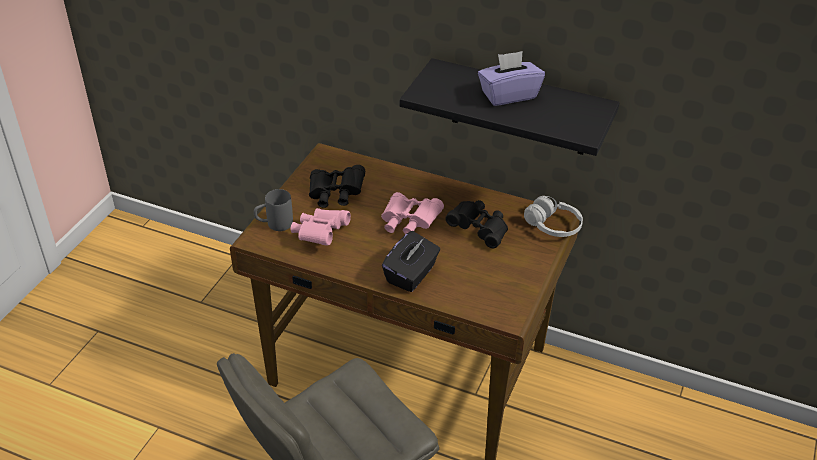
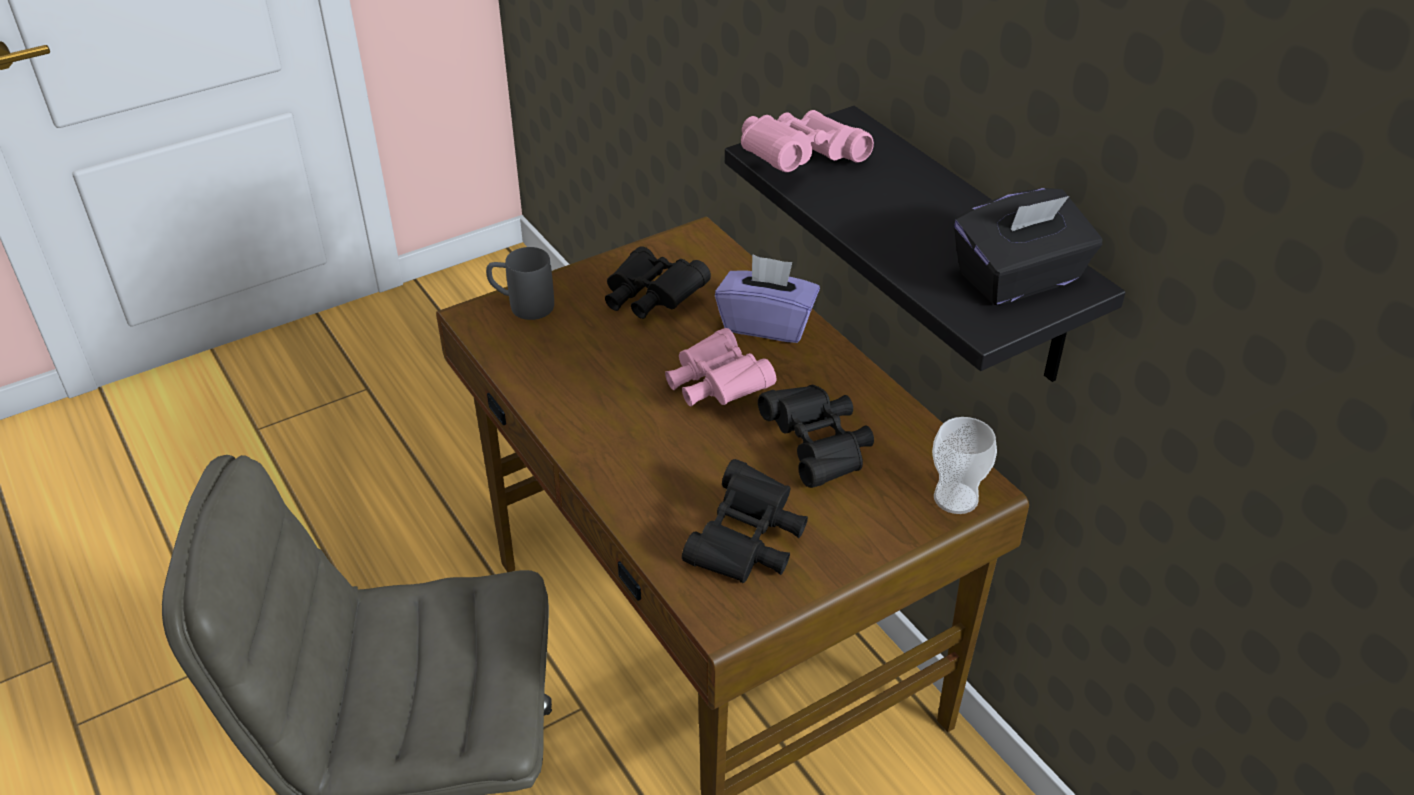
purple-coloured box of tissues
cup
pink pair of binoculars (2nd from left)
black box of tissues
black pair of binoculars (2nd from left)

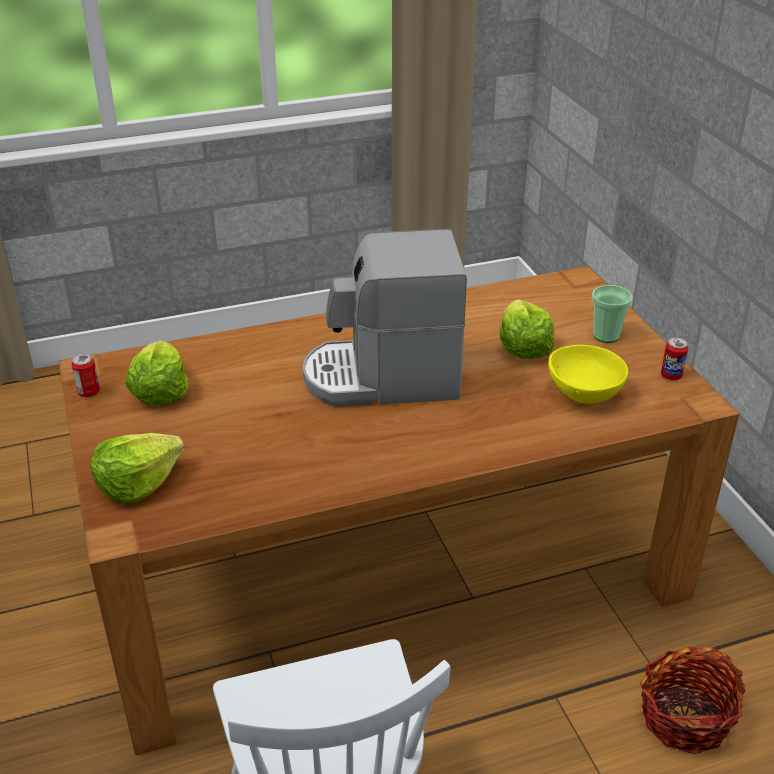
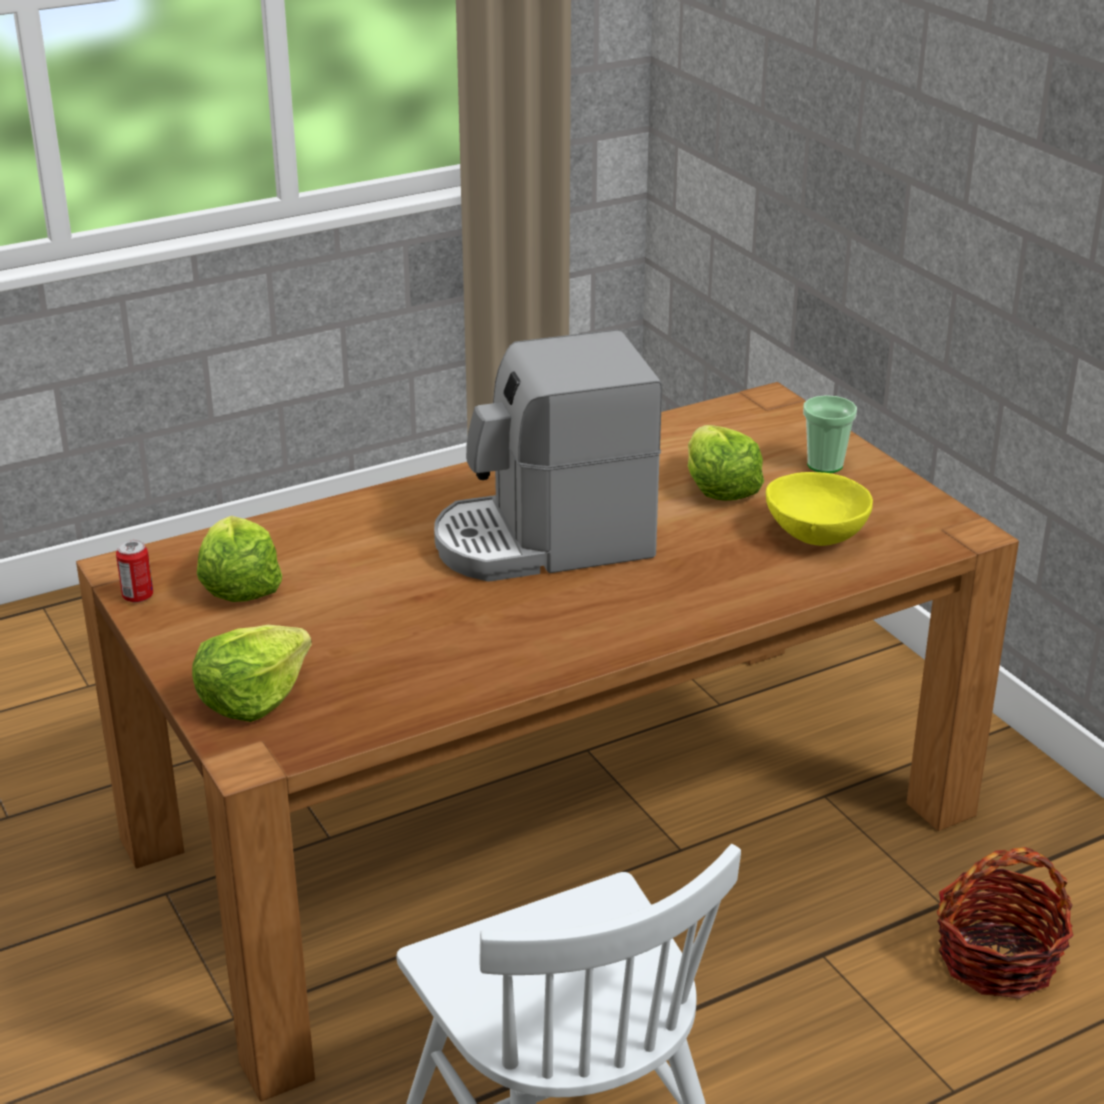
sealed can (2nd from left in the first image)

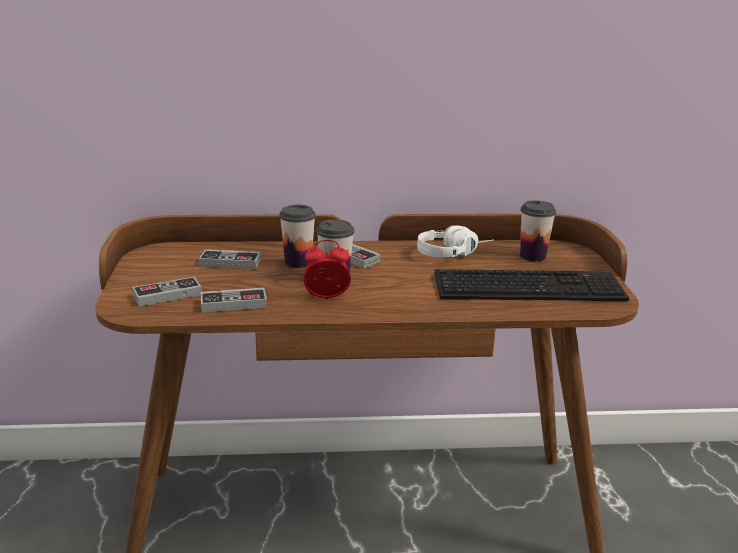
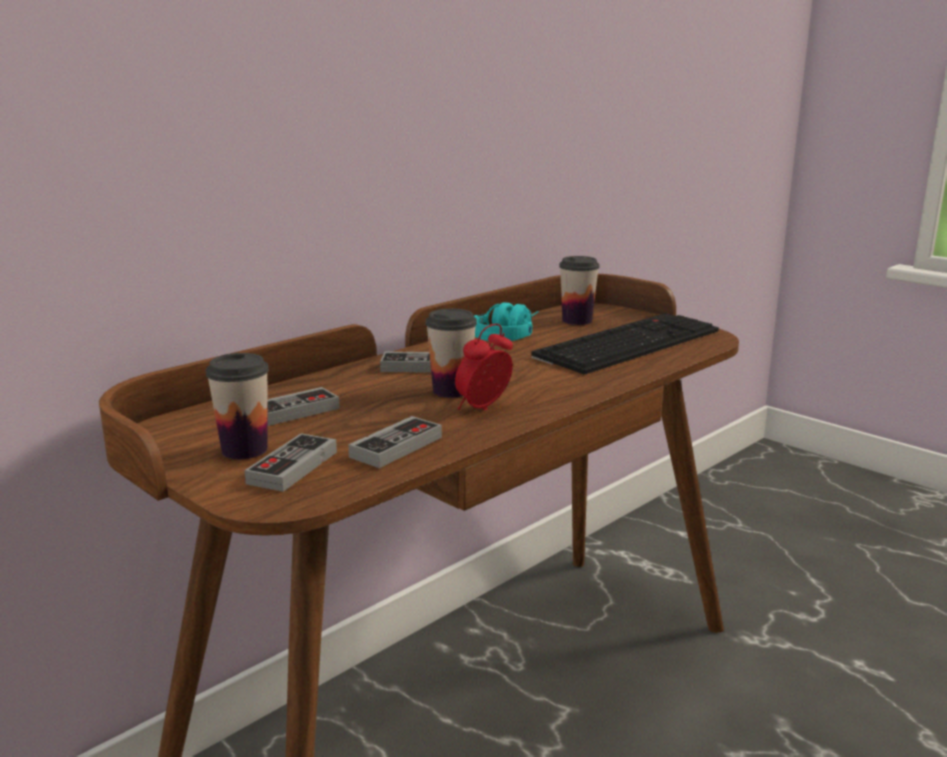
cup (1st from left)
turquoise headphones

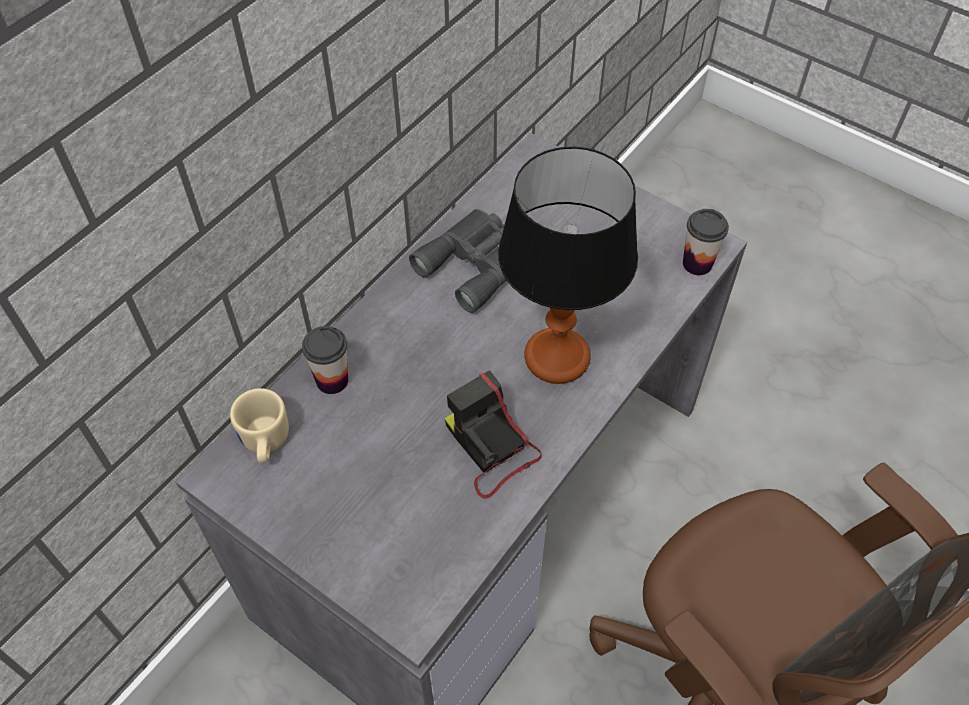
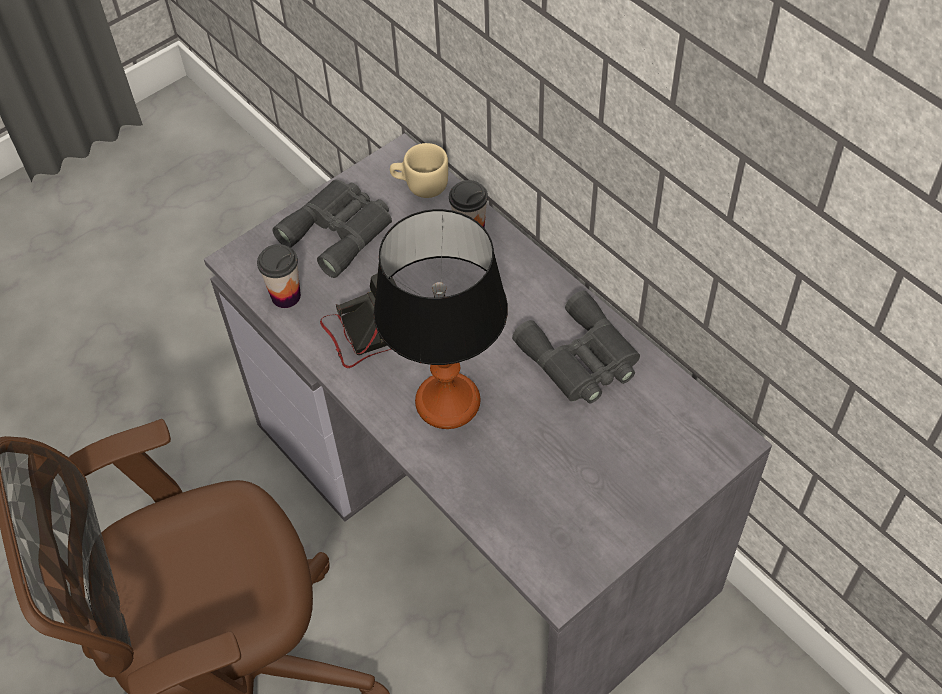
cup (1st from left)
greyish pair of binoculars (1st from left)

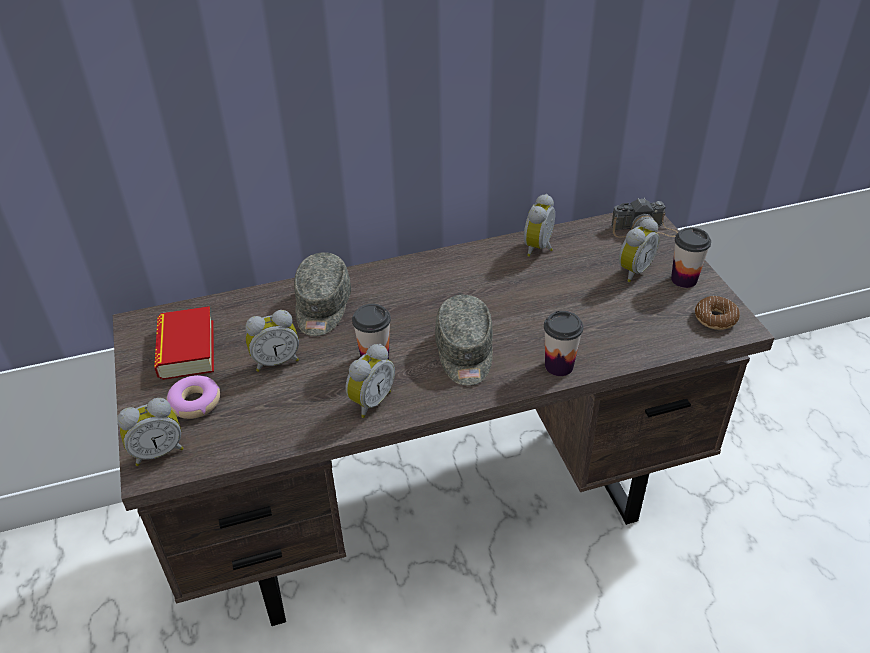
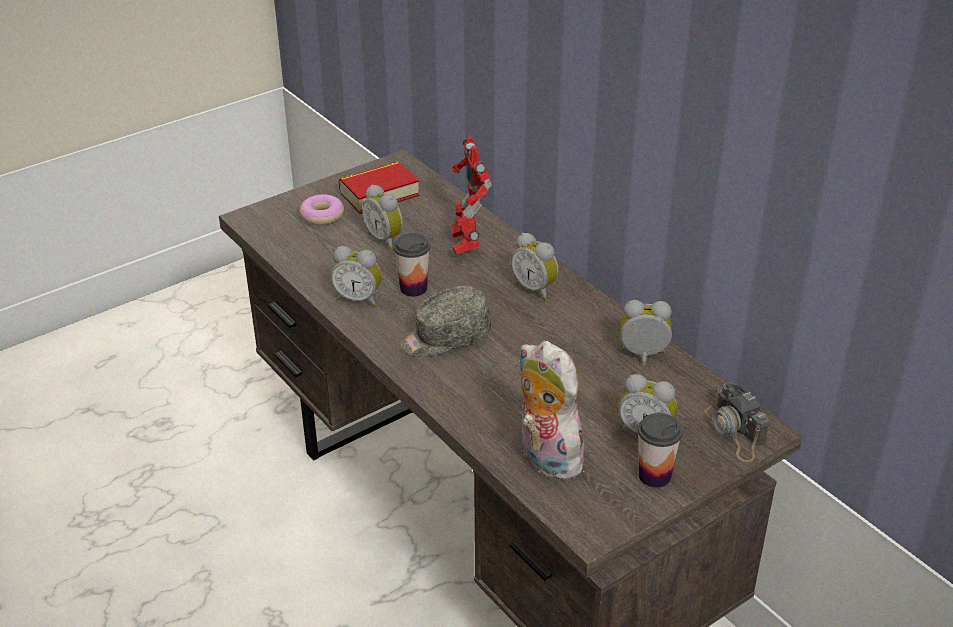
robot figure
donut (2nd from left in the first image)
cup (2nd from left in the first image)
table clock (3rd from left)
plush toy

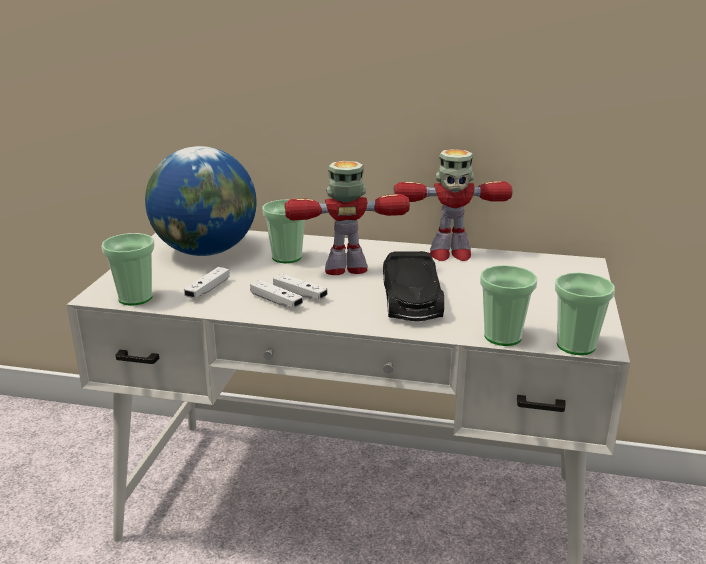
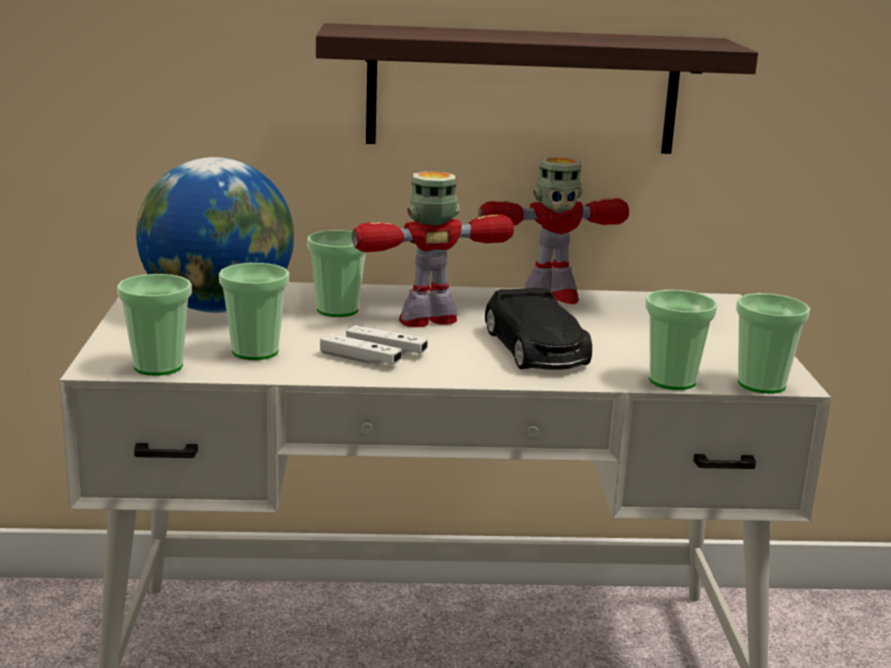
cup (2nd from left)
bracket shelf

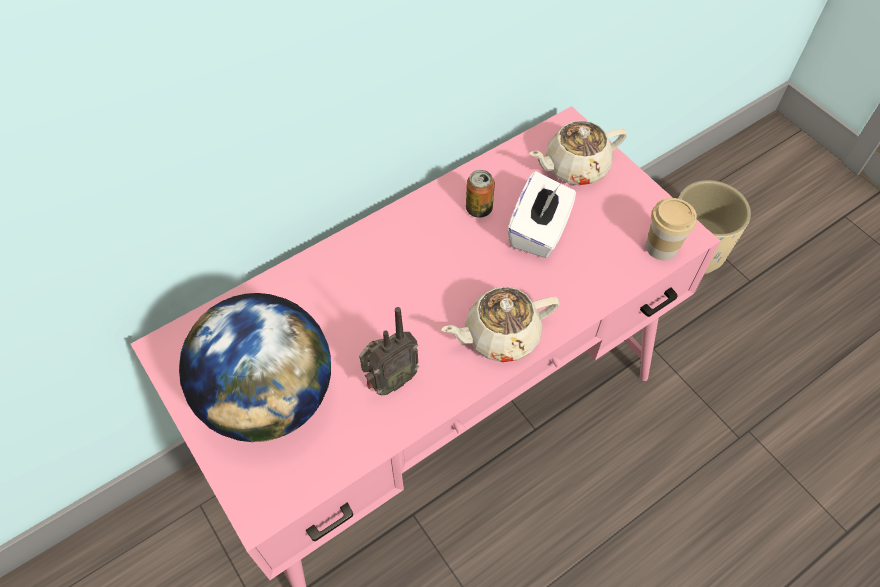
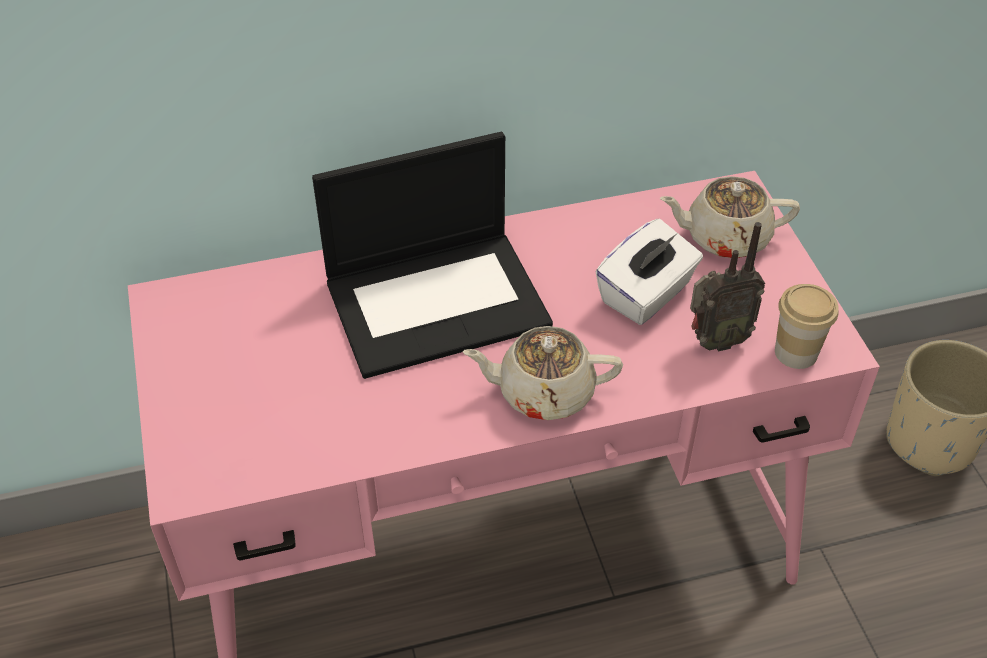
sealed can
desk globe
radio receiver
portable computer

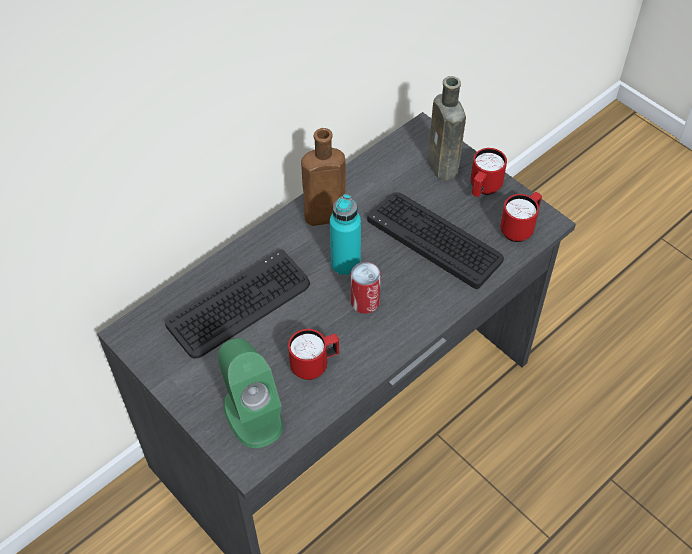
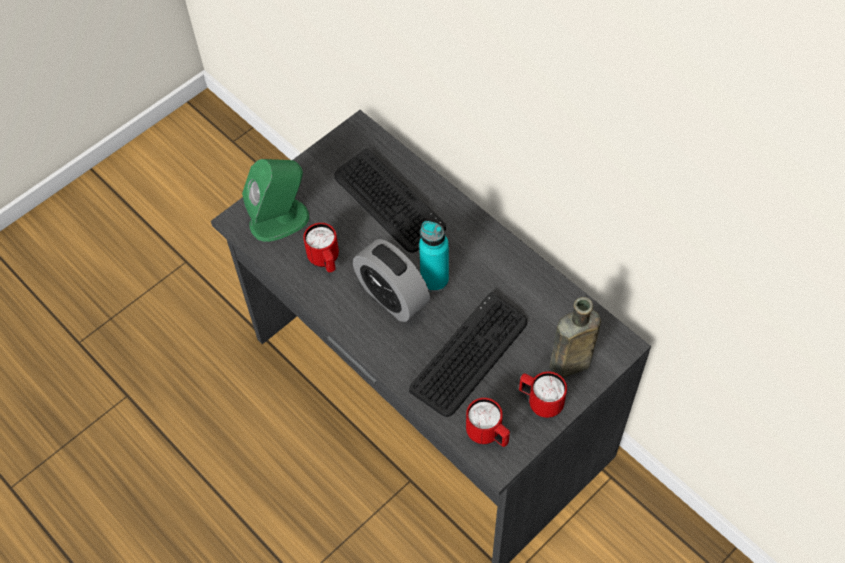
brown-coloured bottle (1st from left in the first image)
table clock

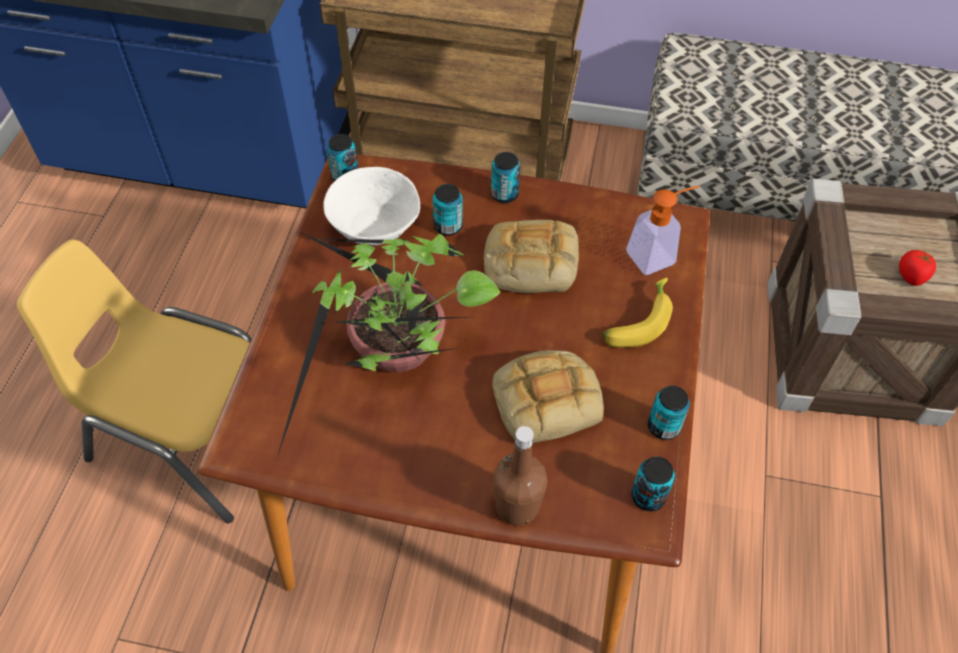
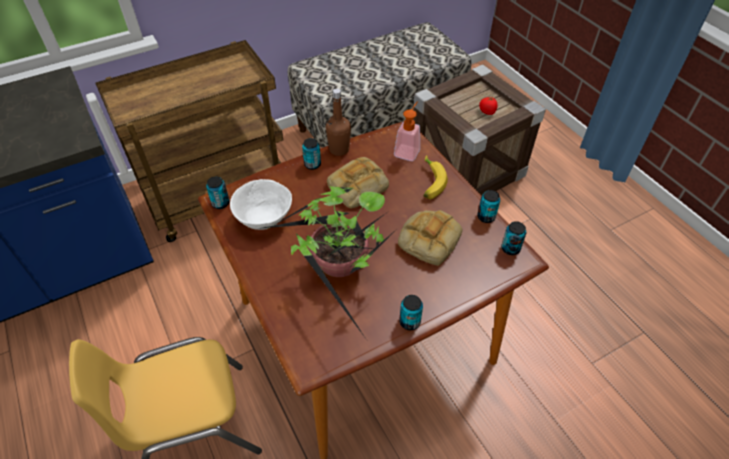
sealed can (3rd from left)
brown-coloured bottle

